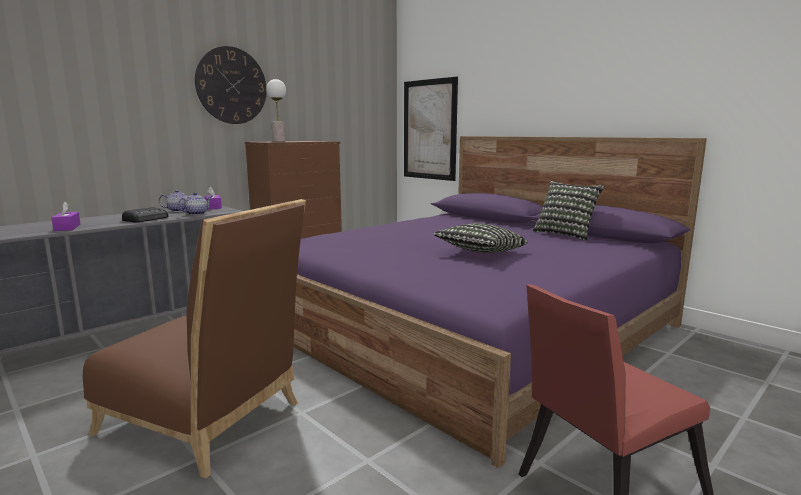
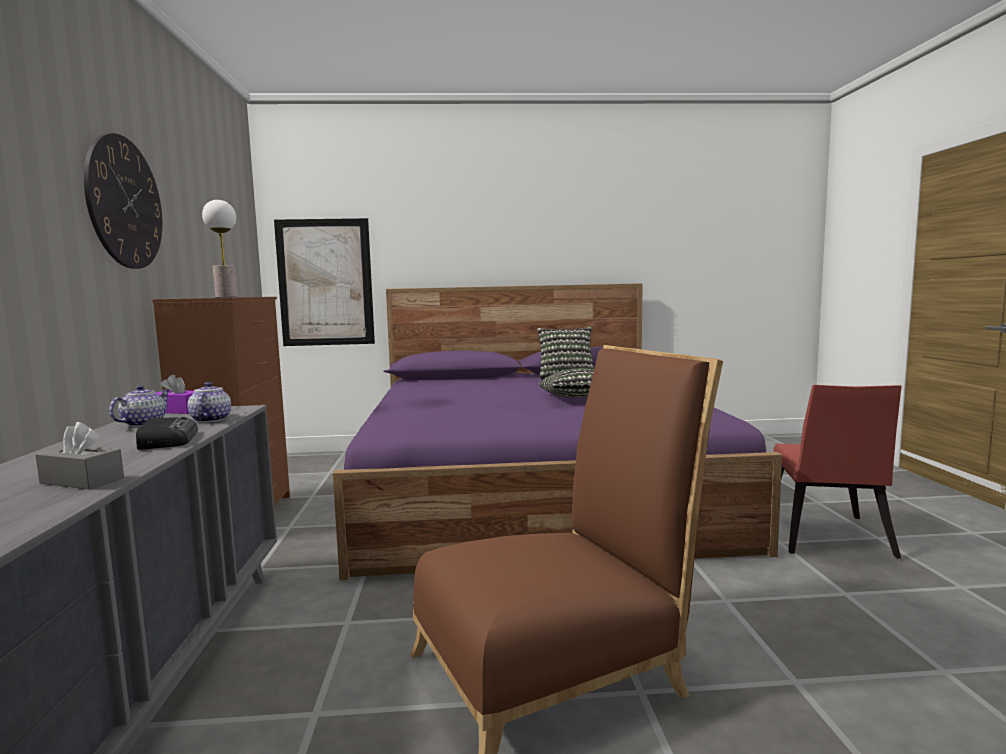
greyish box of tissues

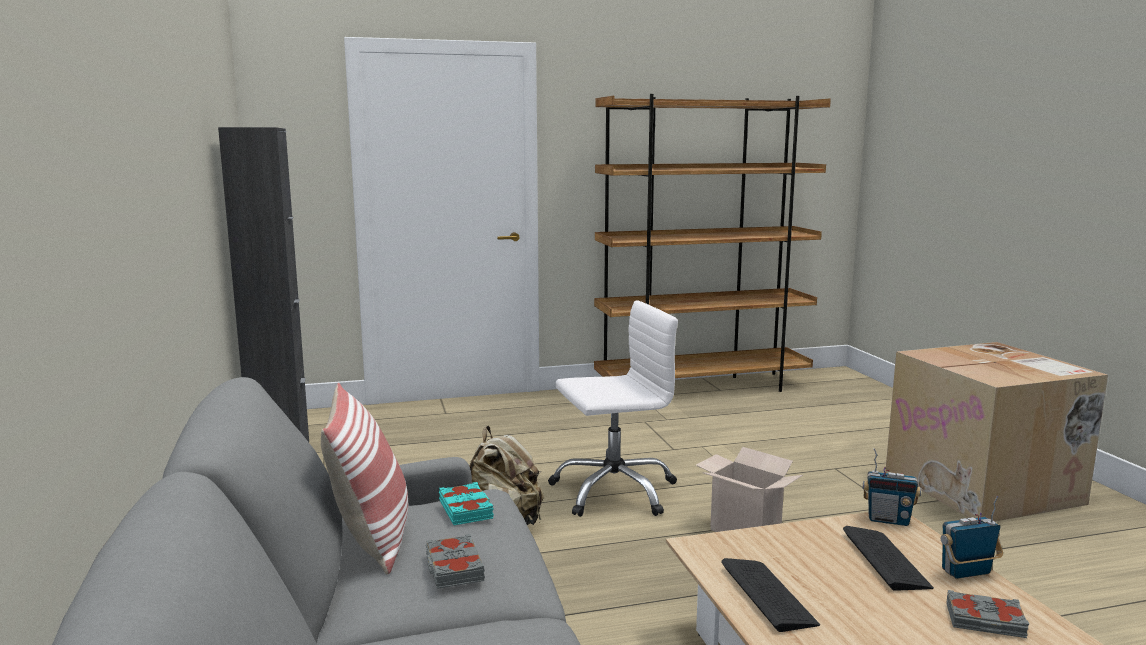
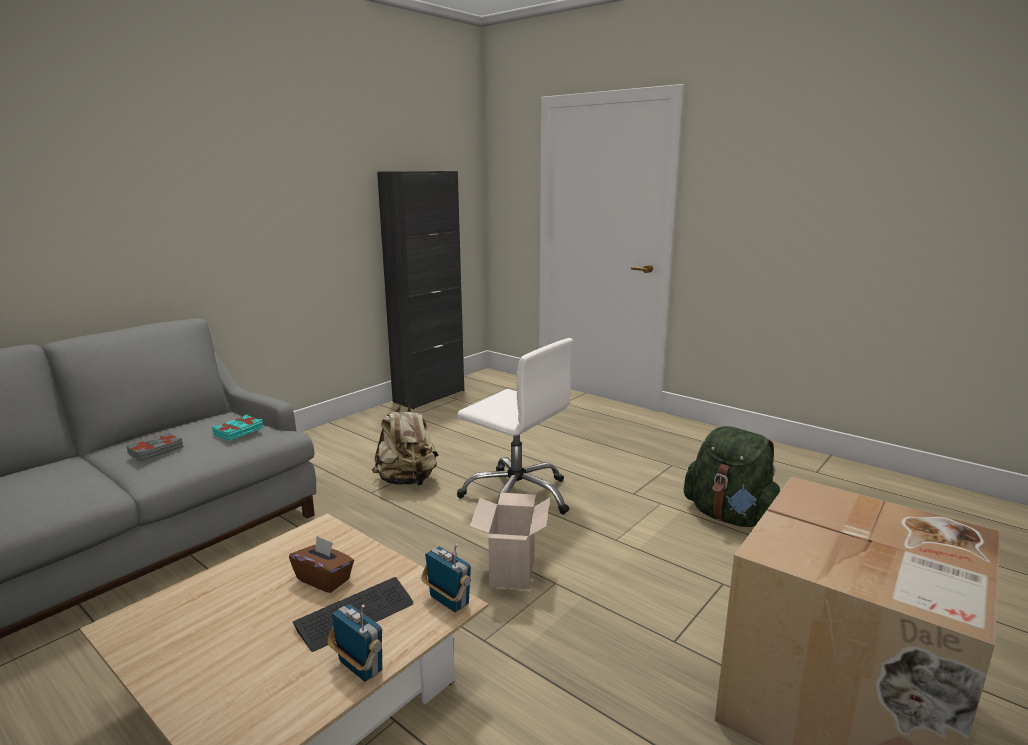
brown-coloured bookshelf
cushion
radio receiver (2nd from left)
computer keyboard (1st from left in the first image)
greyish book (2nd from left in the first image)
green rucksack
brown-coloured box of tissues

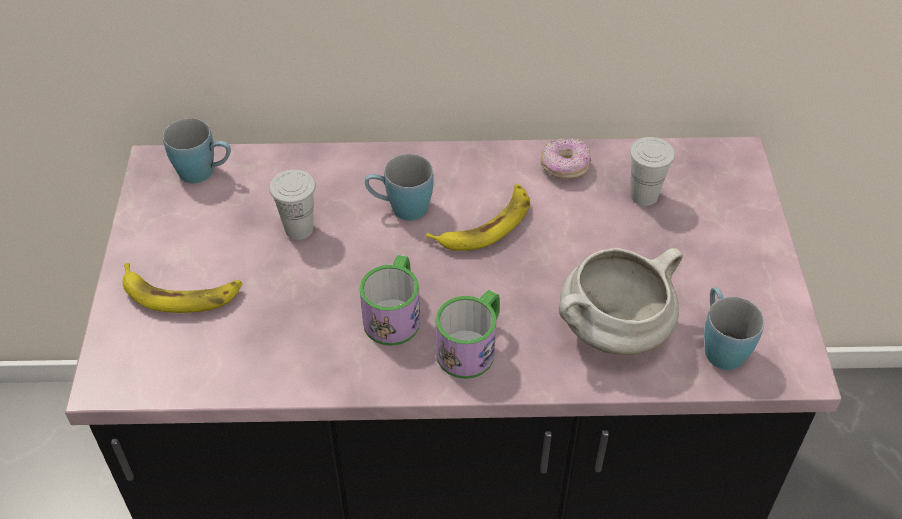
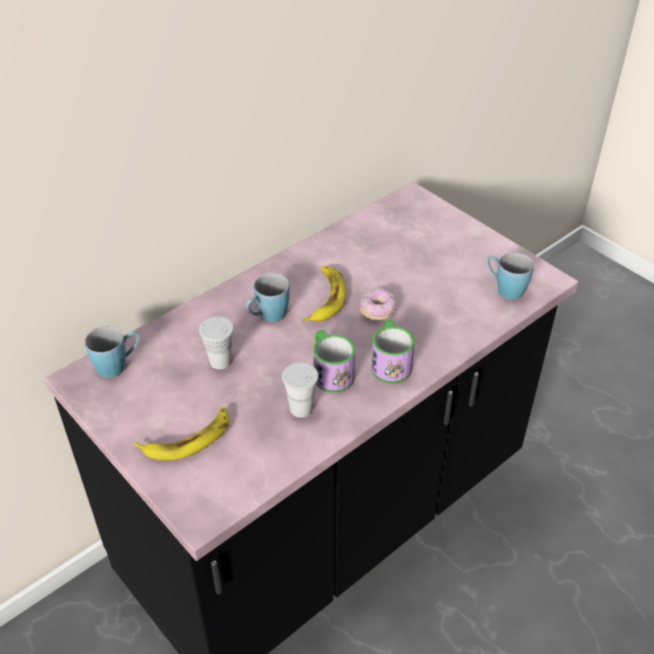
whitish cup (2nd from left)
donut
whitish cooking pot

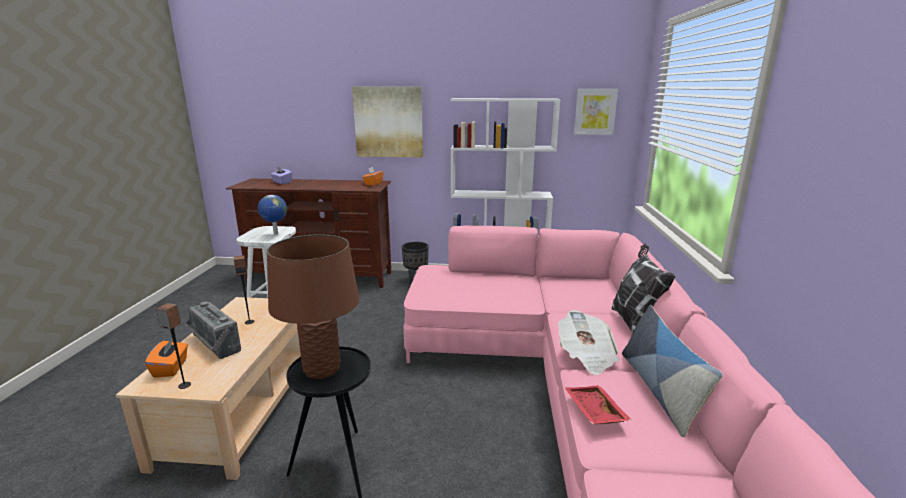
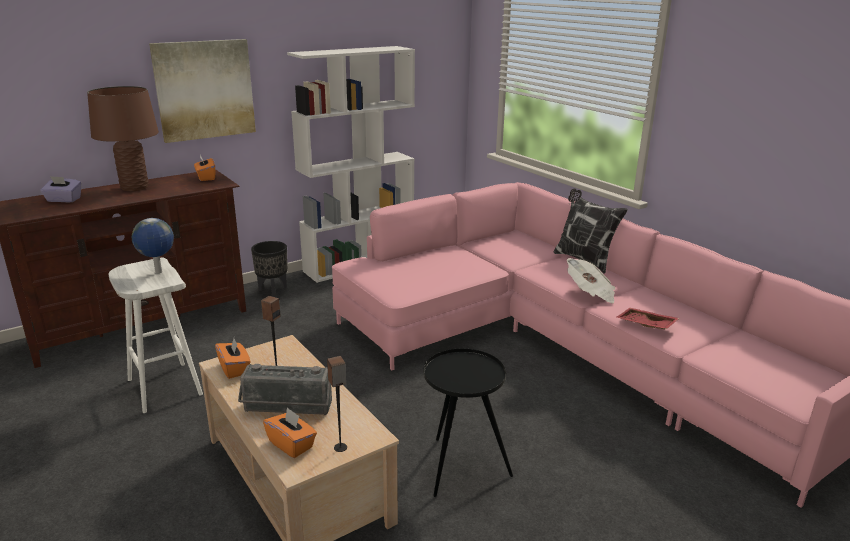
wall art (2nd from left in the first image)
brown-coloured tabletop lamp
cushion (2nd from left in the first image)
orange-coloured box of tissues (2nd from left)

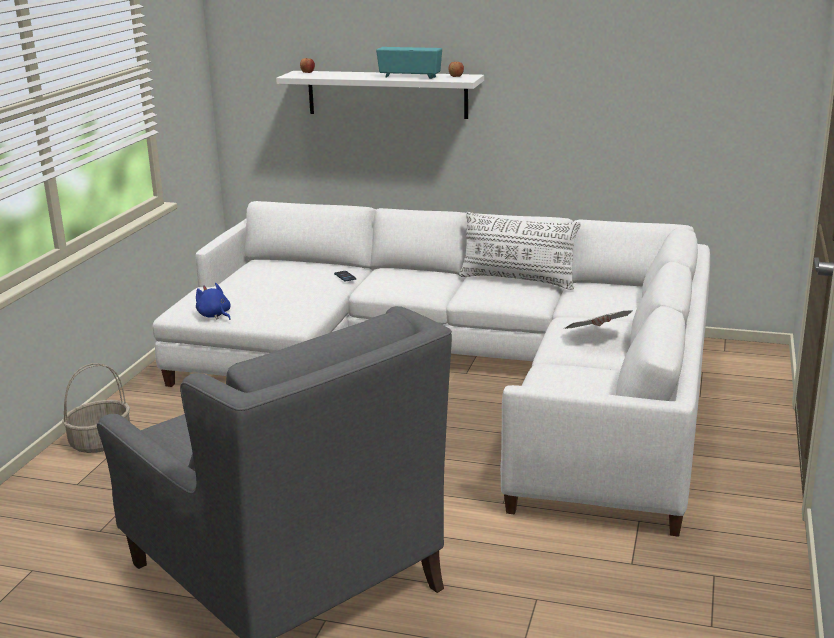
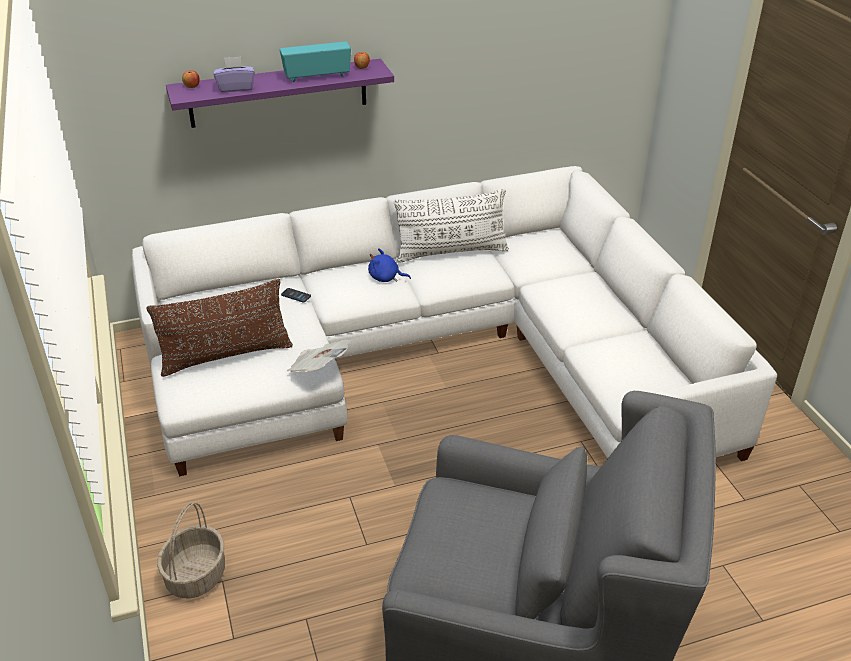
purple-coloured bracket shelf
blue-coloured plush toy
daily paper
purple-coloured box of tissues
brown-coloured cushion

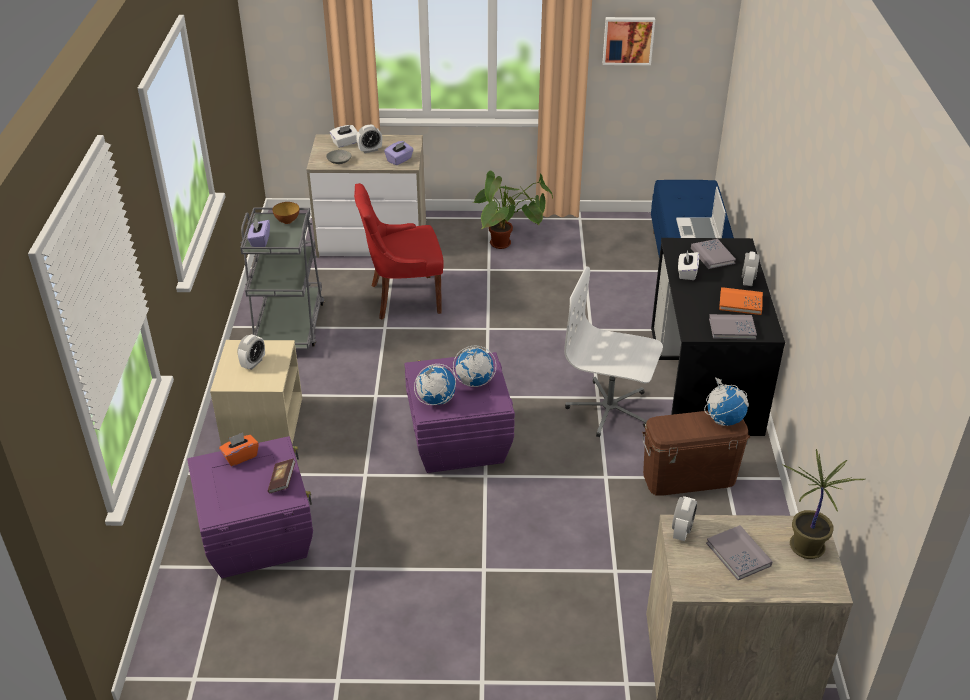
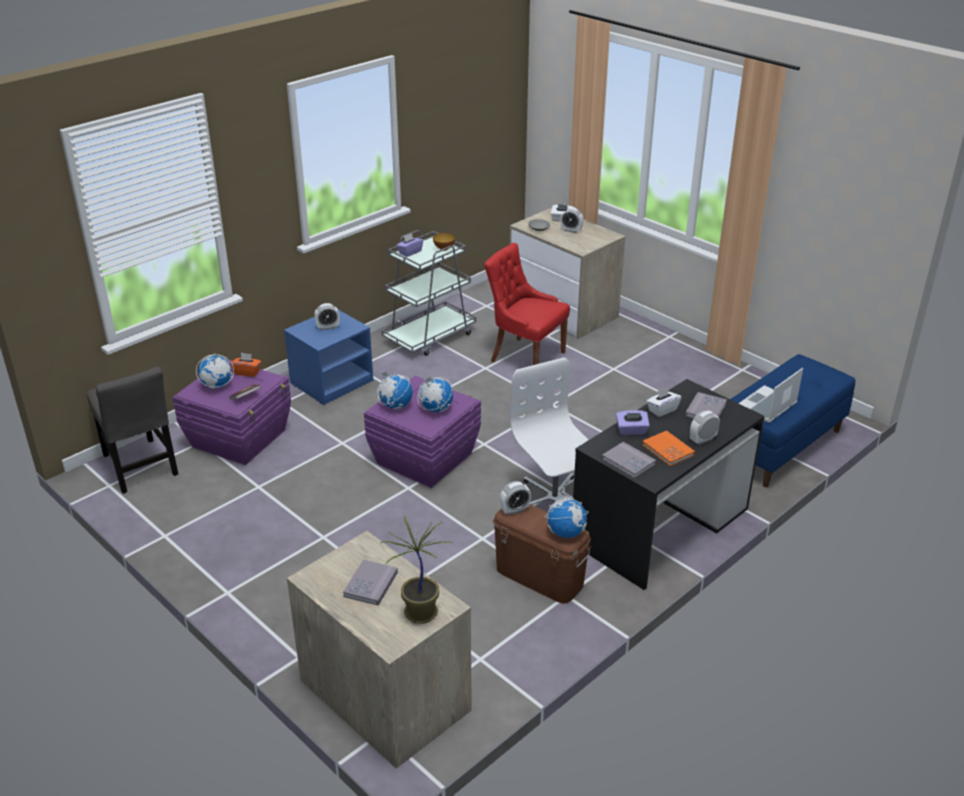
wall art
purple-coloured box of tissues (2nd from left)
houseplant (1st from left in the first image)
blue-coloured night table
table clock (2nd from left)
desk globe (1st from left)
greyish chair

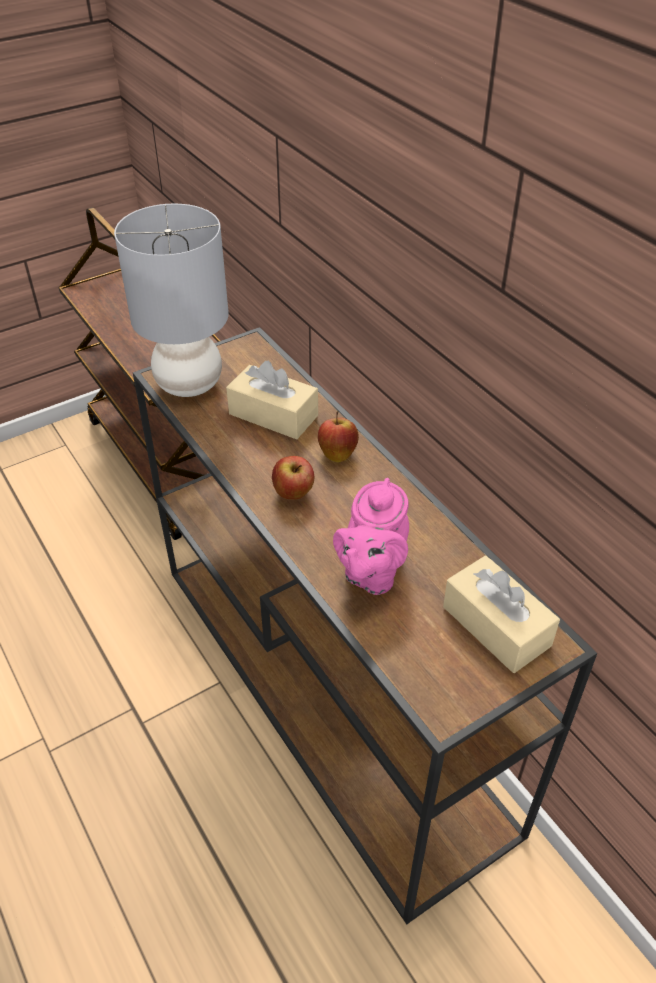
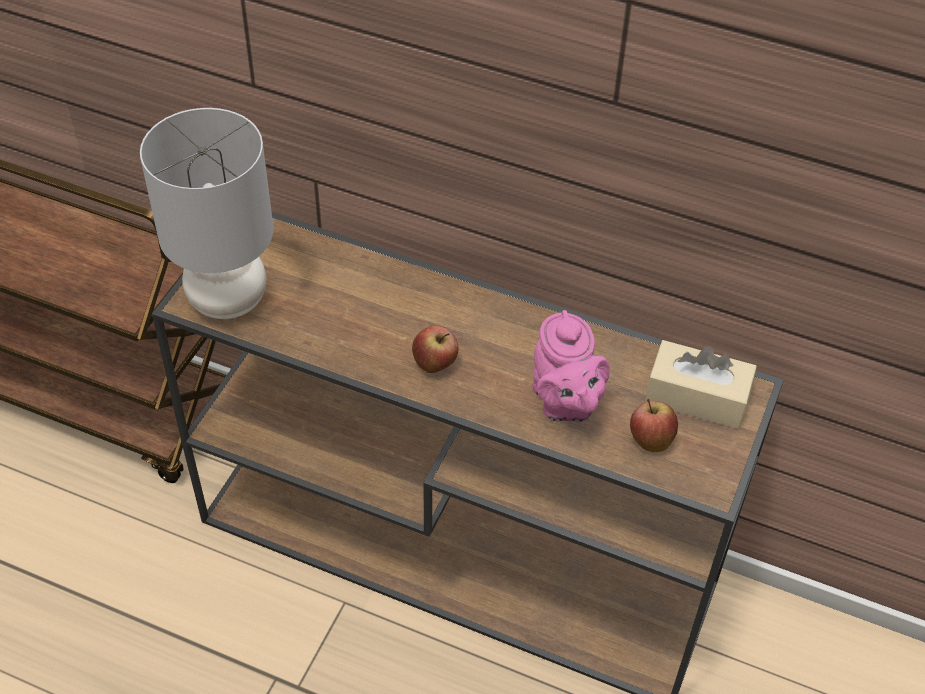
sand-coloured box of tissues (1st from left in the first image)
whole apple (2nd from left)

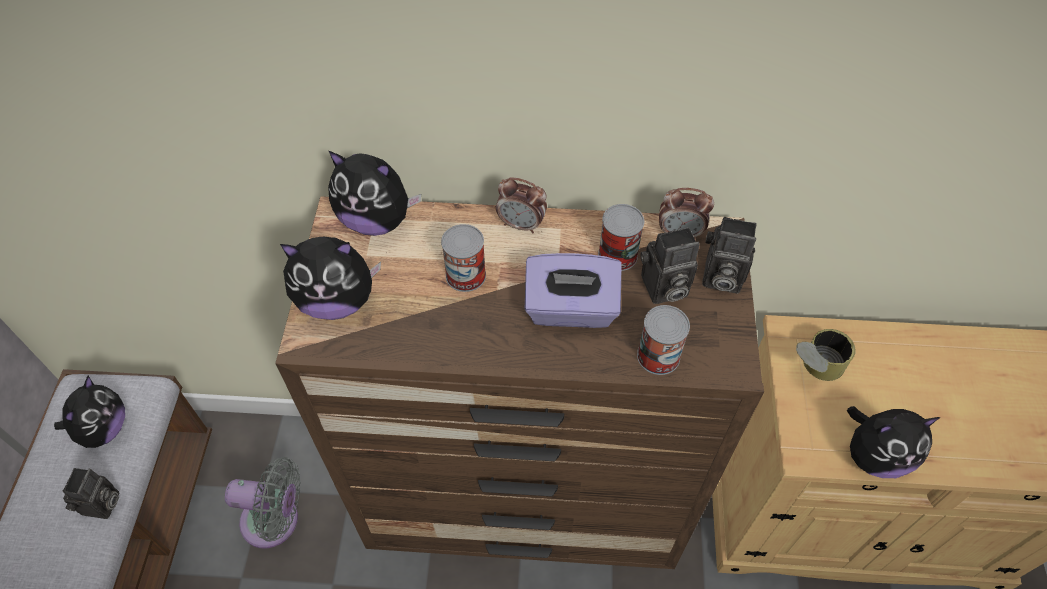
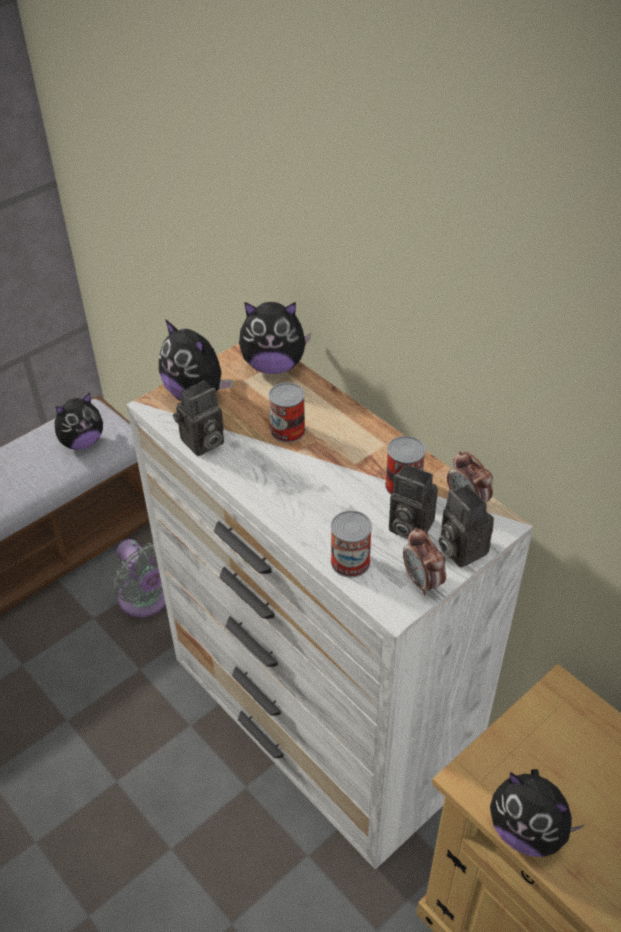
plush toy (3rd from left)
table clock (1st from left)
whitish drawer chest
purple-coloured box of tissues
sealed can (4th from left in the first image)
photo camera (1st from left)

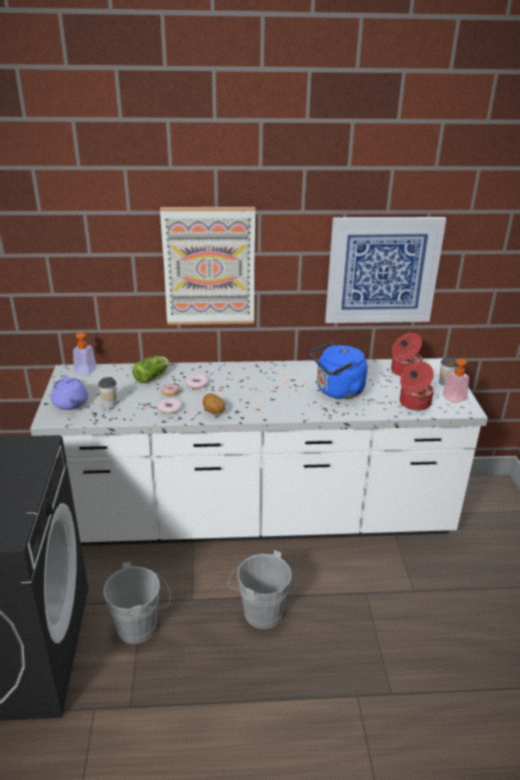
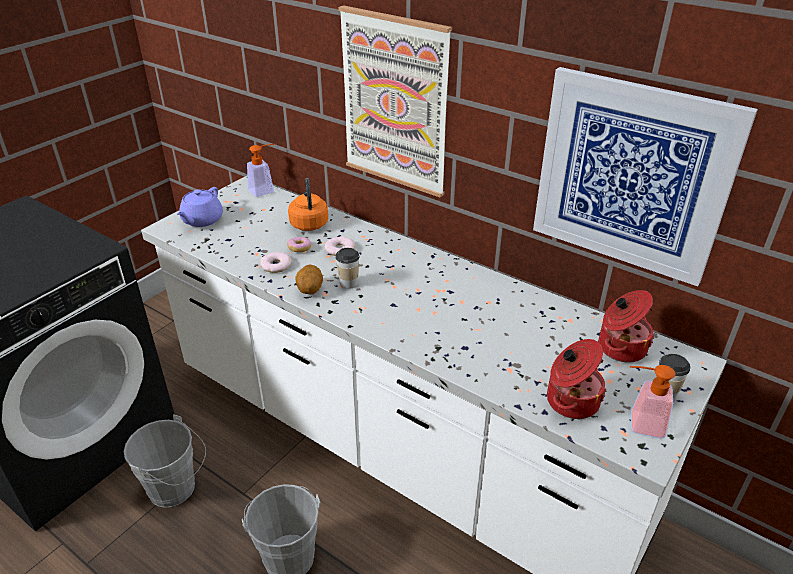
blue-coloured water kettle
orange-coloured water kettle
cup (1st from left)

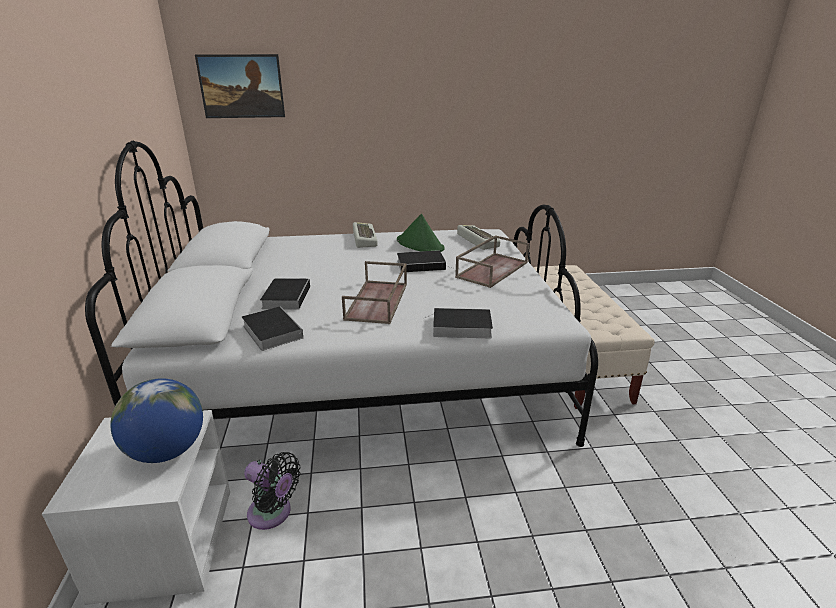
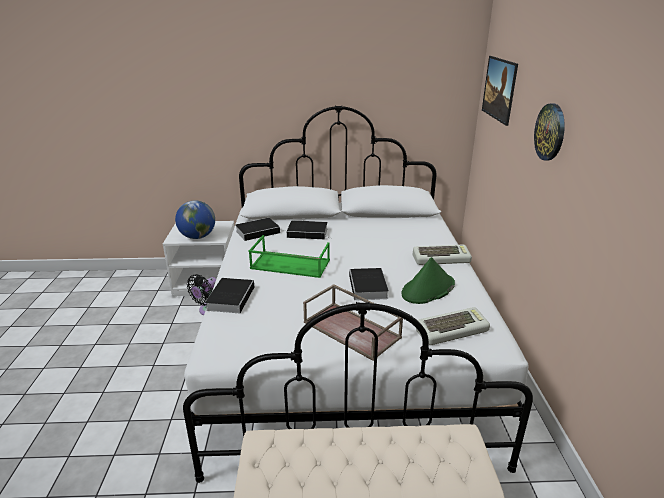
green serving tray
hanging clock

